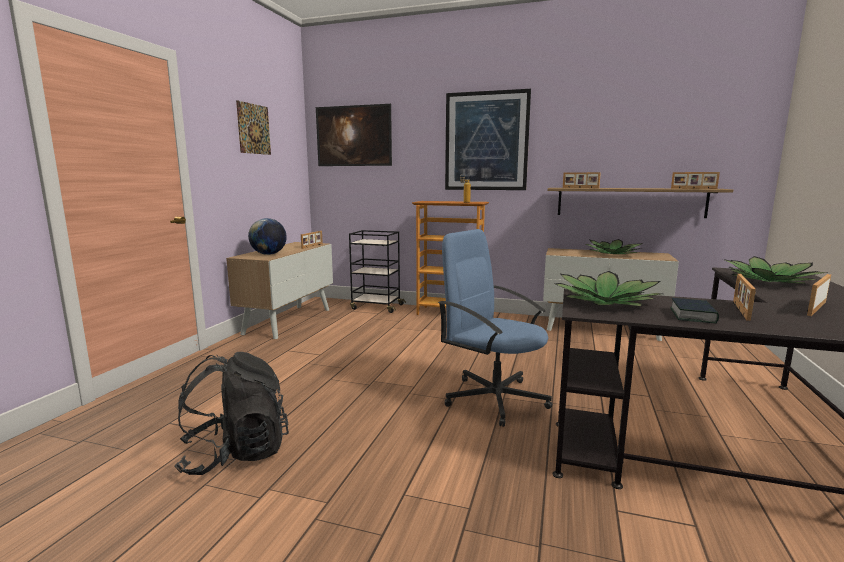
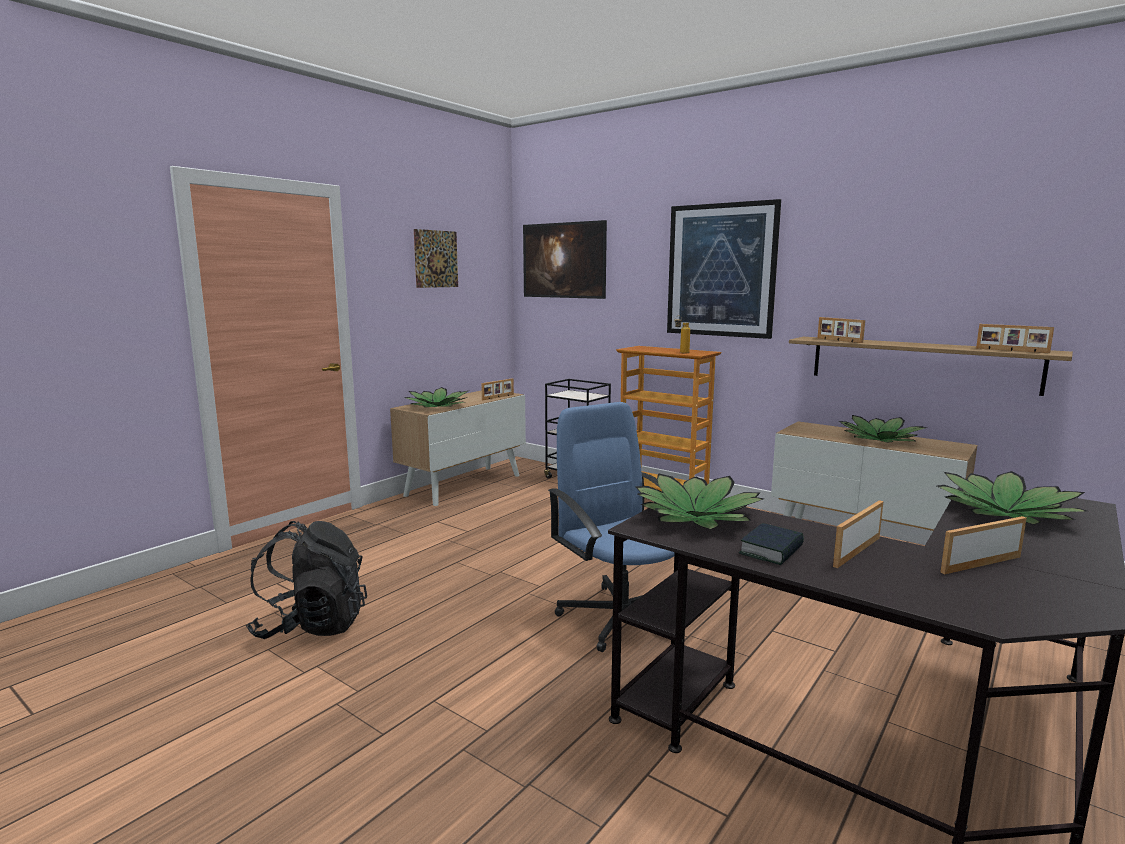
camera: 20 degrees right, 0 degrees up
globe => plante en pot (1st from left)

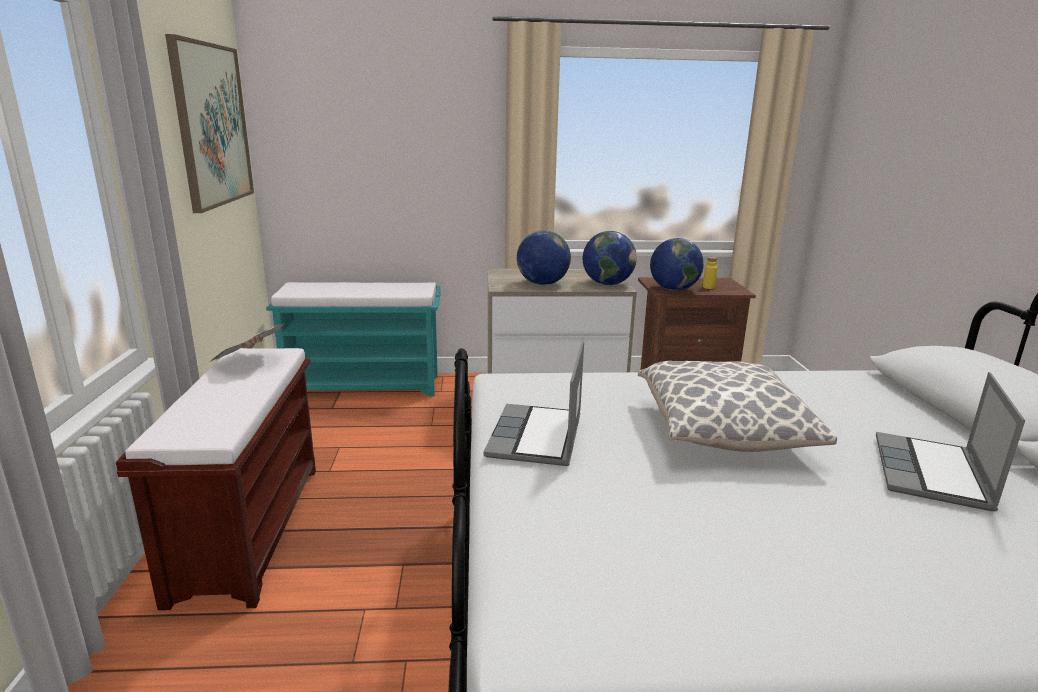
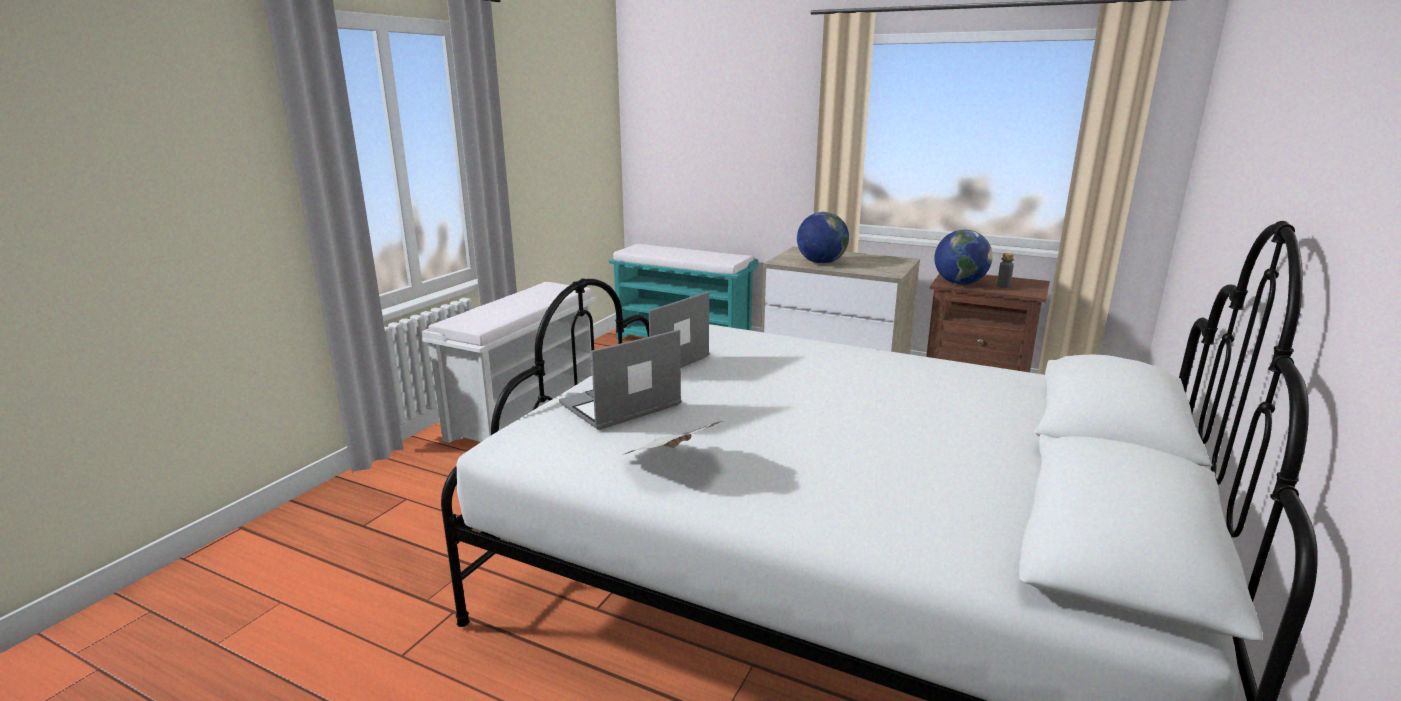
camera: 30 degrees right, 0 degrees up
tableau => nothing
globe (2nd from left) => nothing
coussin => nothing
journal, moved
ordinateur portable (2nd from left in the first image) => ordinateur portable (1st from left), moved
banc/marron => banc/blanc
bouteille/jaune => bouteille/gris

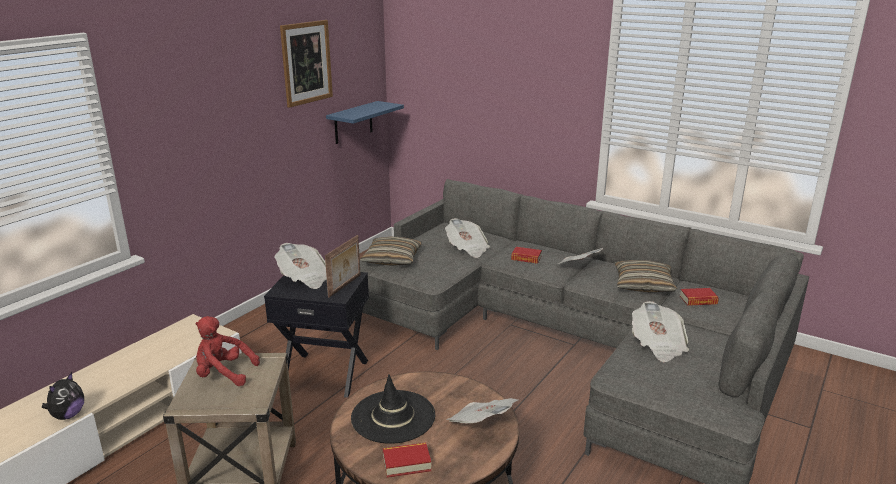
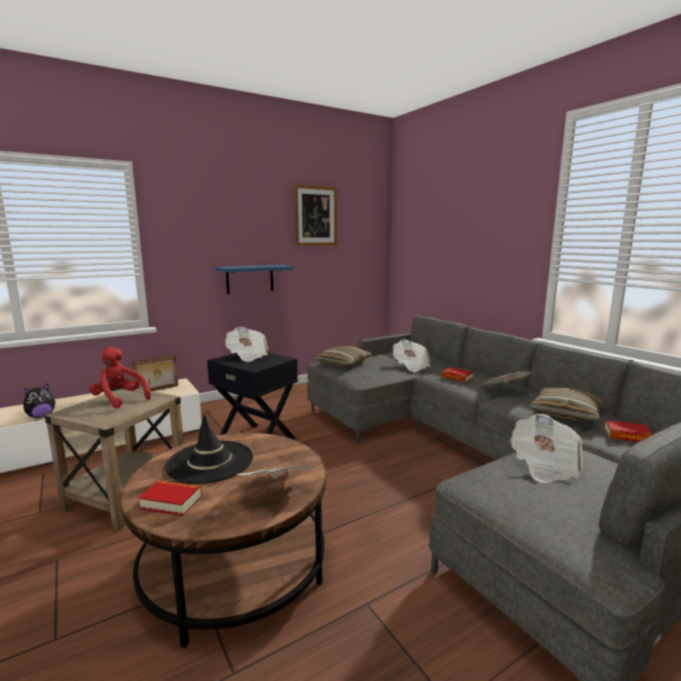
camera: 25 degrees right, 10 degrees down
cadre photo, moved
étagère/bleu, moved

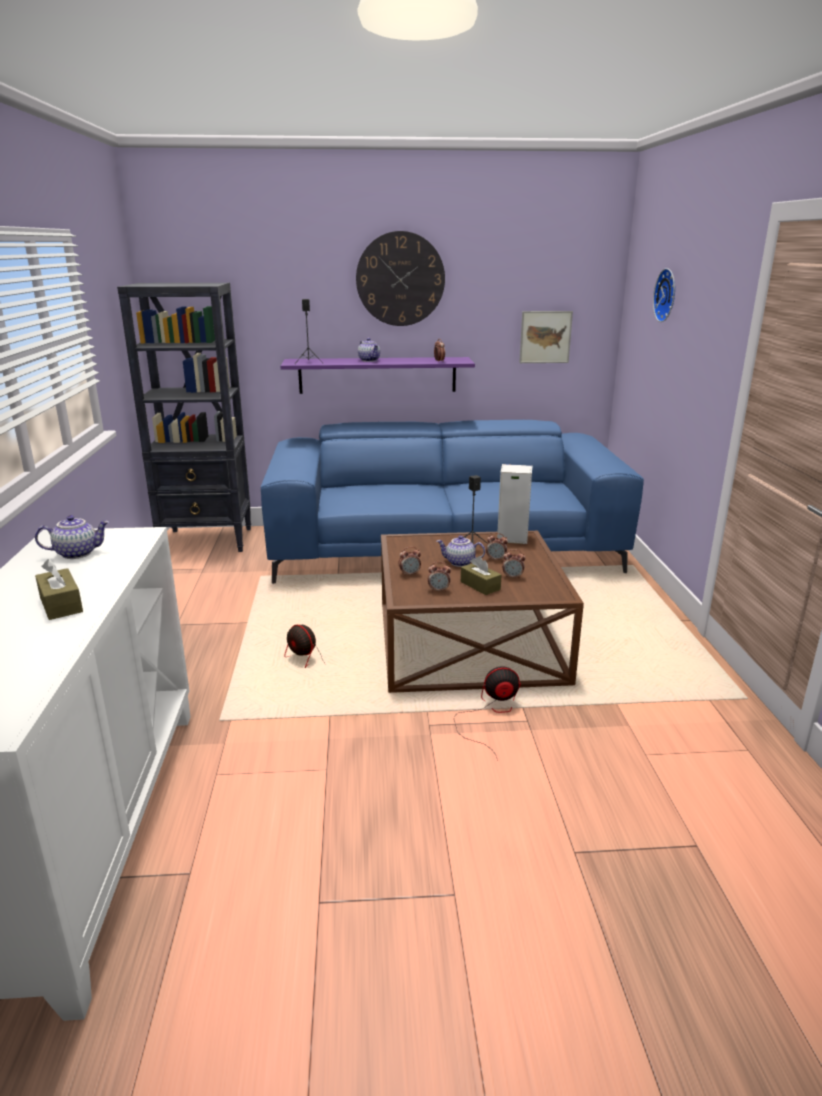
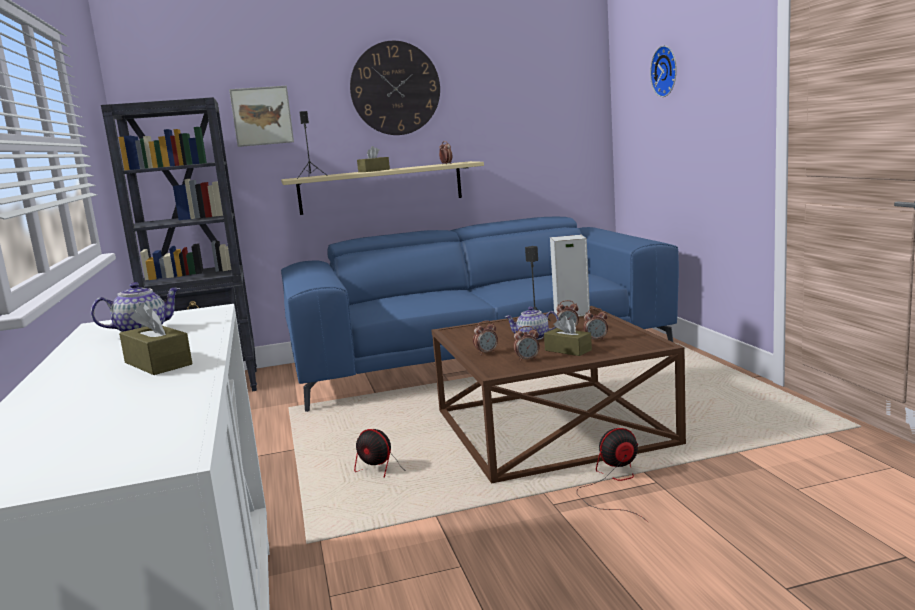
camera: 10 degrees left, 10 degrees down
tableau, moved
théière (2nd from left) => boîte à mouchoirs/marron (2nd from left)
étagère/violet => étagère/beige

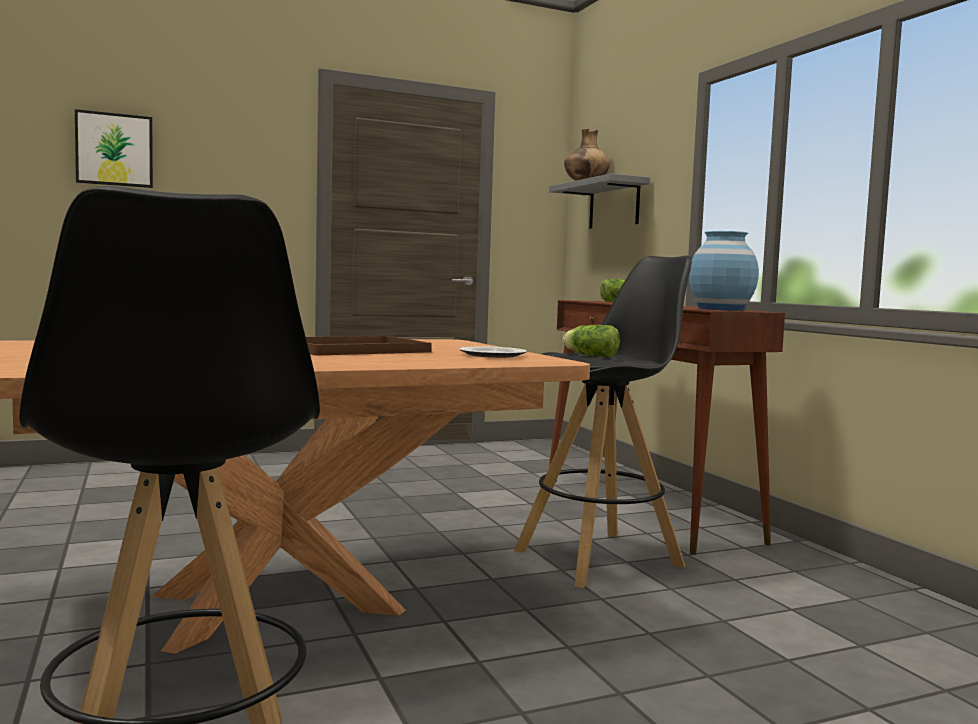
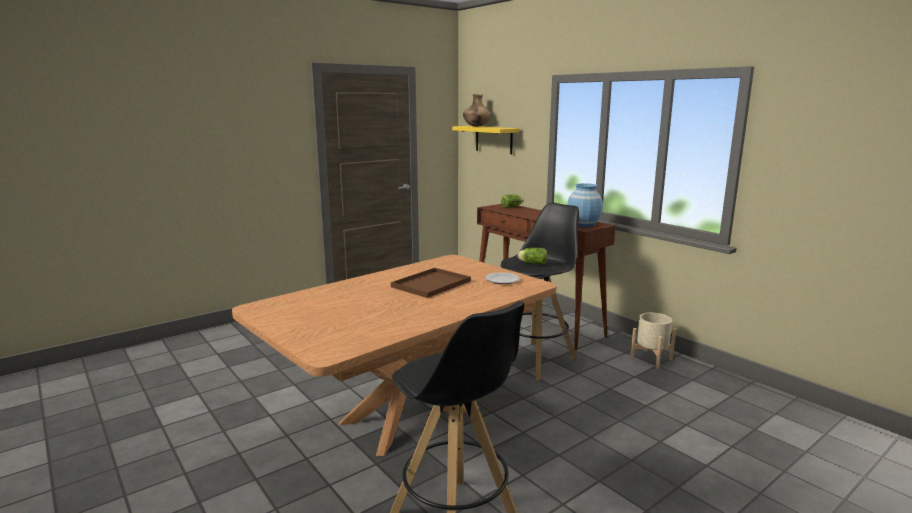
camera: 15 degrees left, 10 degrees up
tableau => nothing
nothing => cache-pot/beige
étagère/gris => étagère/jaune

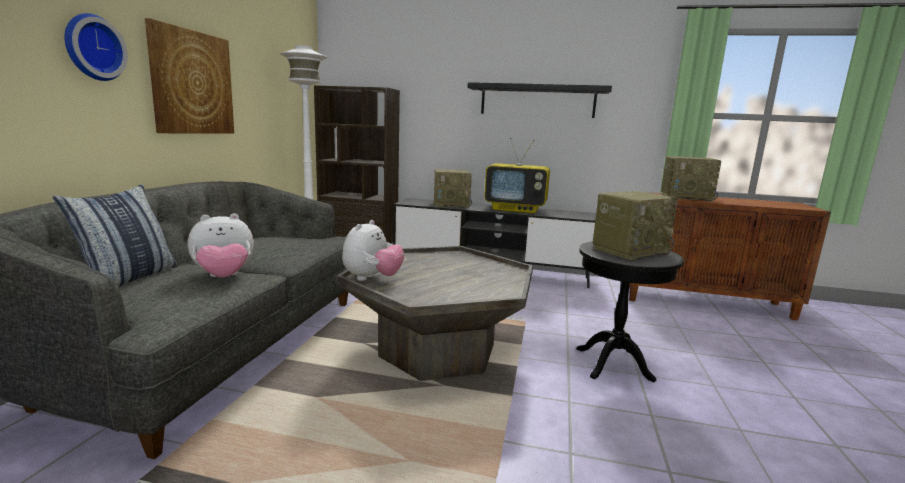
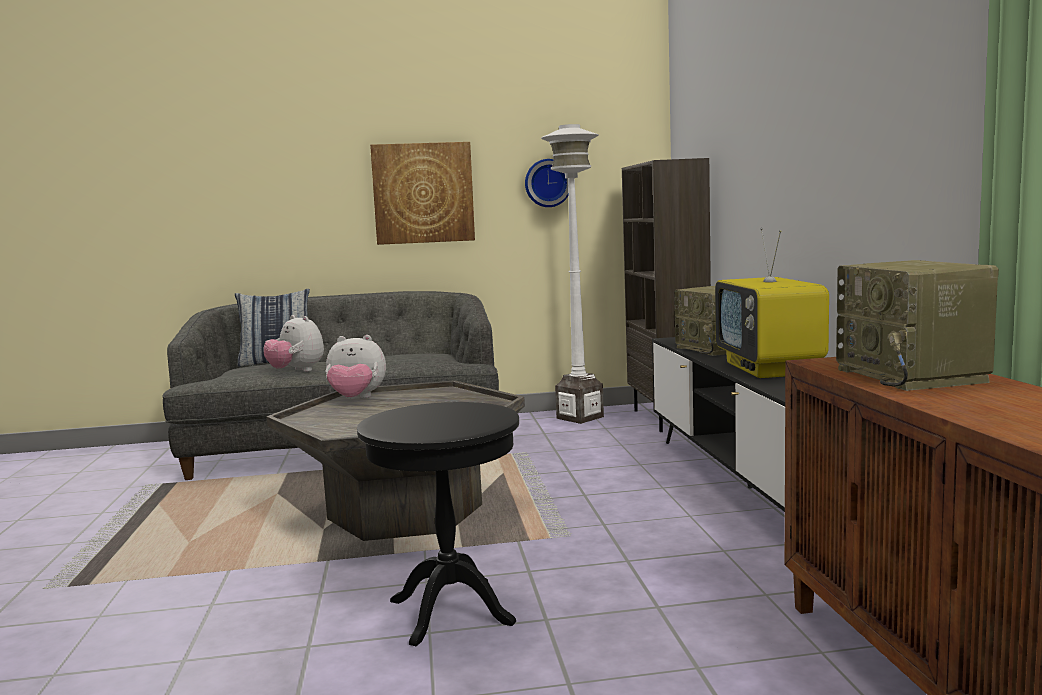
camera: 70 degrees right, 5 degrees down
étagère/noir => nothing
radio (2nd from left) => nothing
horloge murale, moved

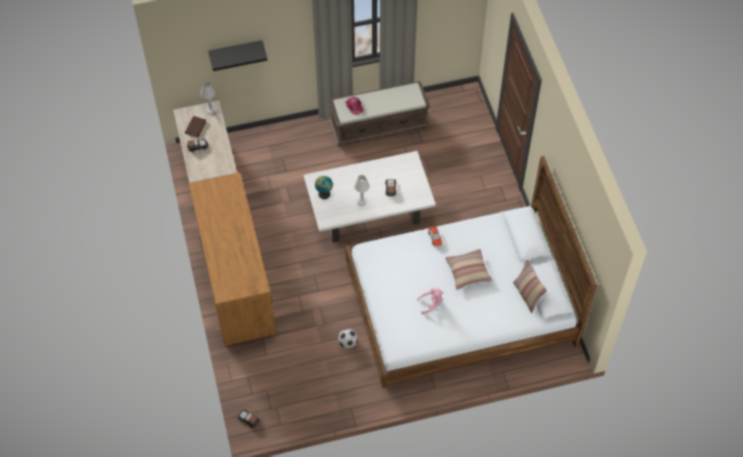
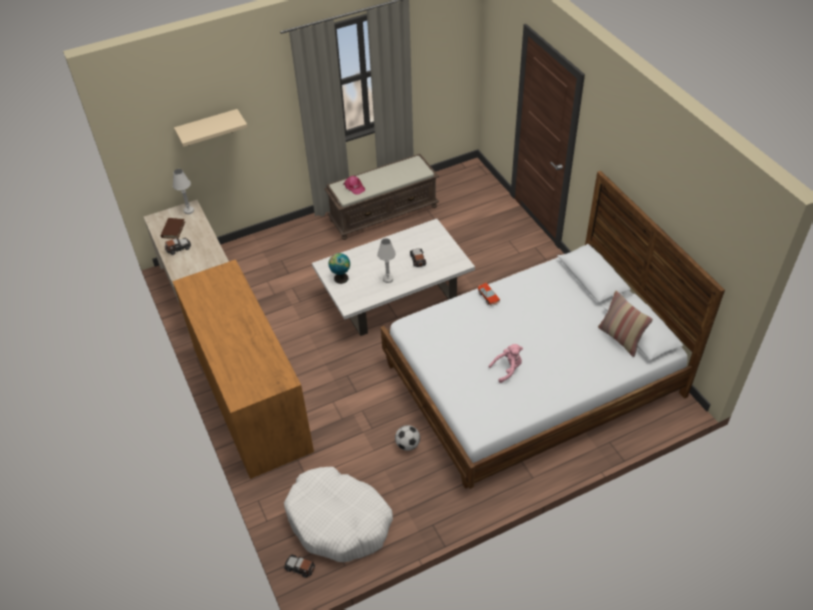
camera: 10 degrees left, 10 degrees down
coussin (1st from left) => nothing
nothing => panier pour chien/blanc
étagère/noir => étagère/beige

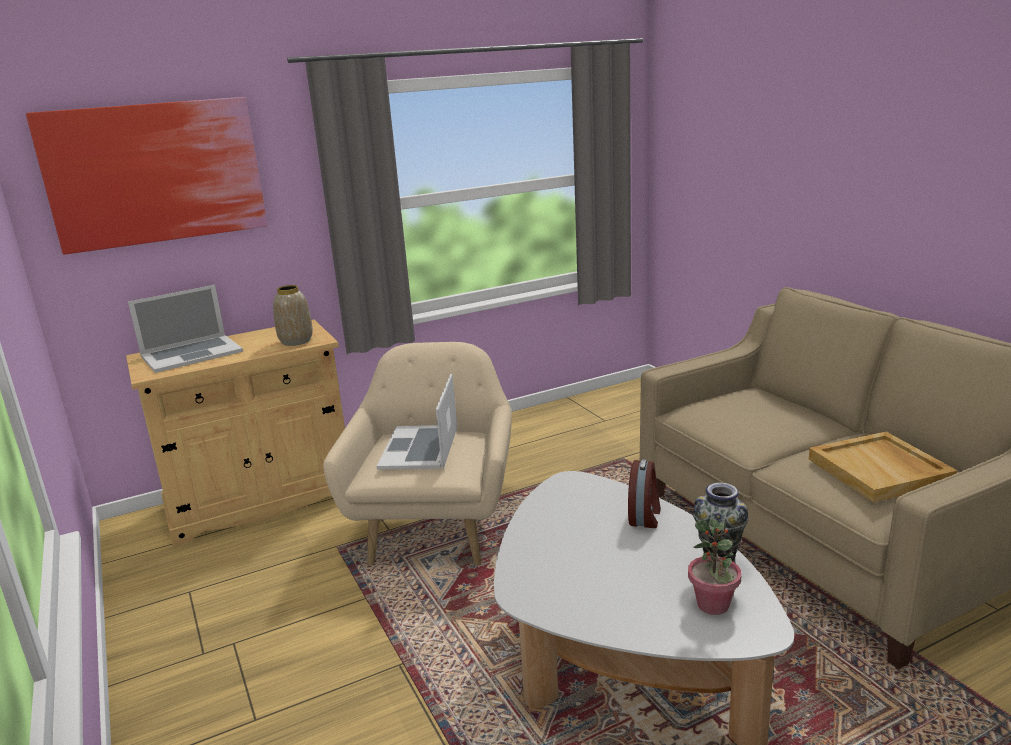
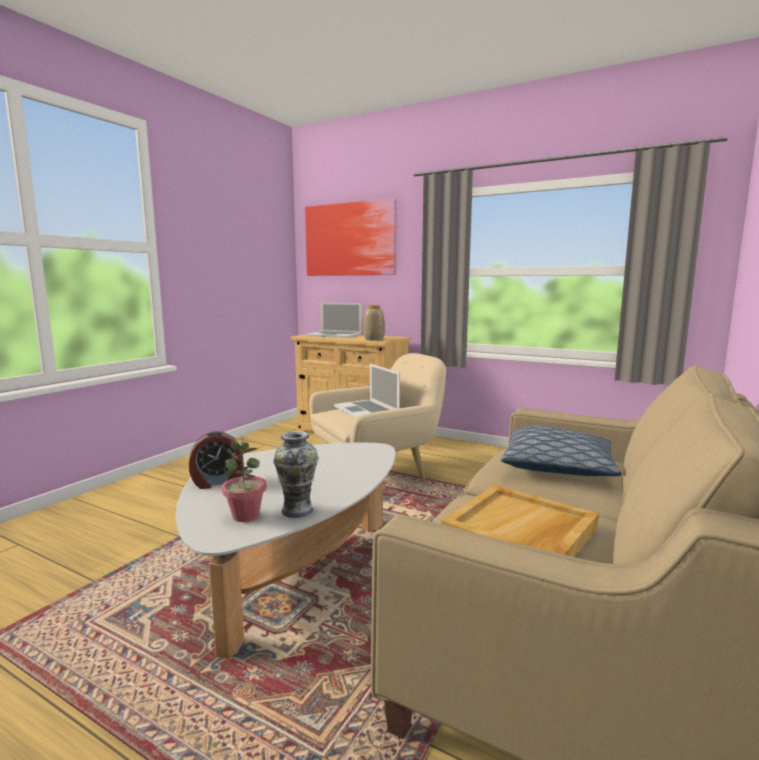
camera: 55 degrees right, 10 degrees down
nothing => coussin
réveil, moved
ordinateur portable (2nd from left), 90 degrees counterclockwise

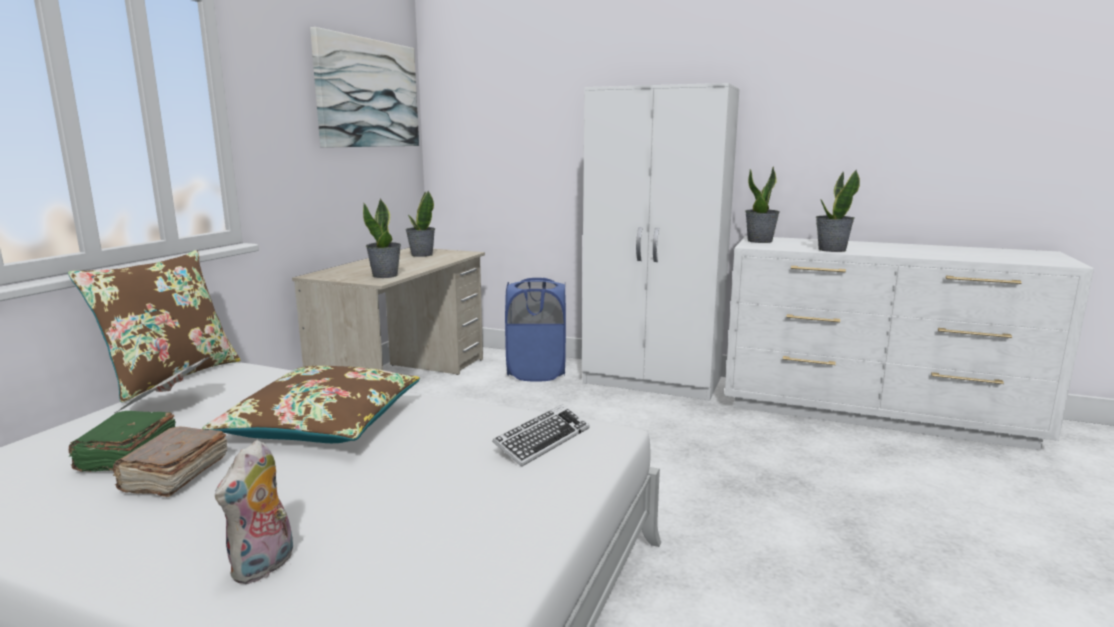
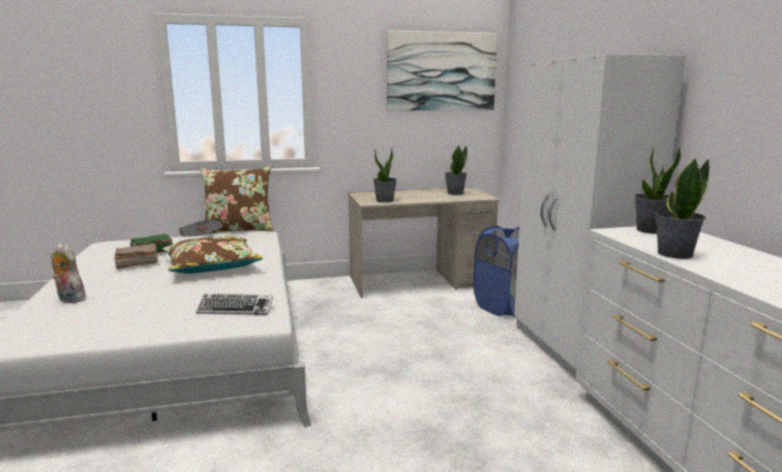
camera: 55 degrees right, 0 degrees up
peluche, 45 degrees clockwise

